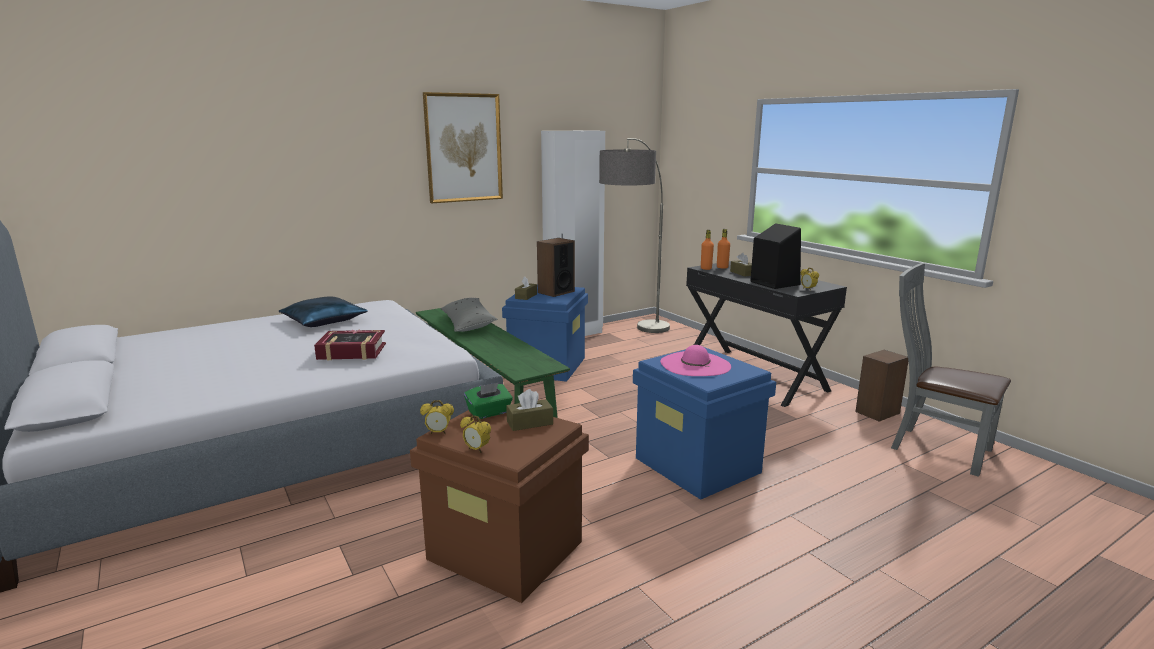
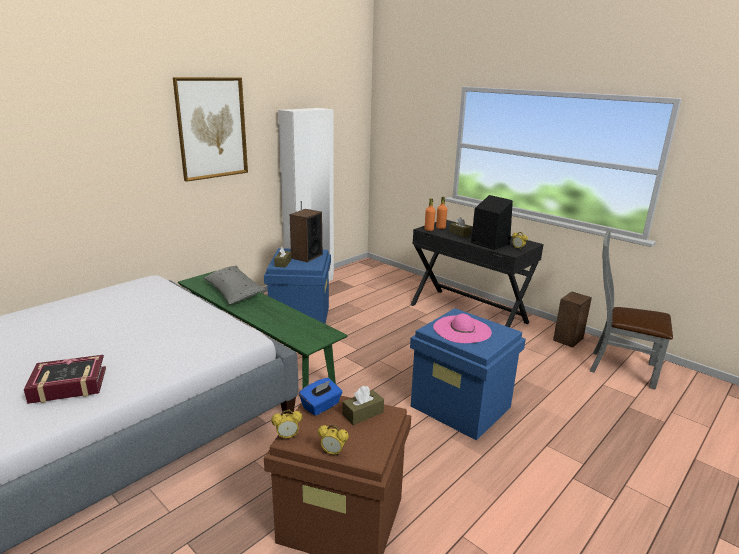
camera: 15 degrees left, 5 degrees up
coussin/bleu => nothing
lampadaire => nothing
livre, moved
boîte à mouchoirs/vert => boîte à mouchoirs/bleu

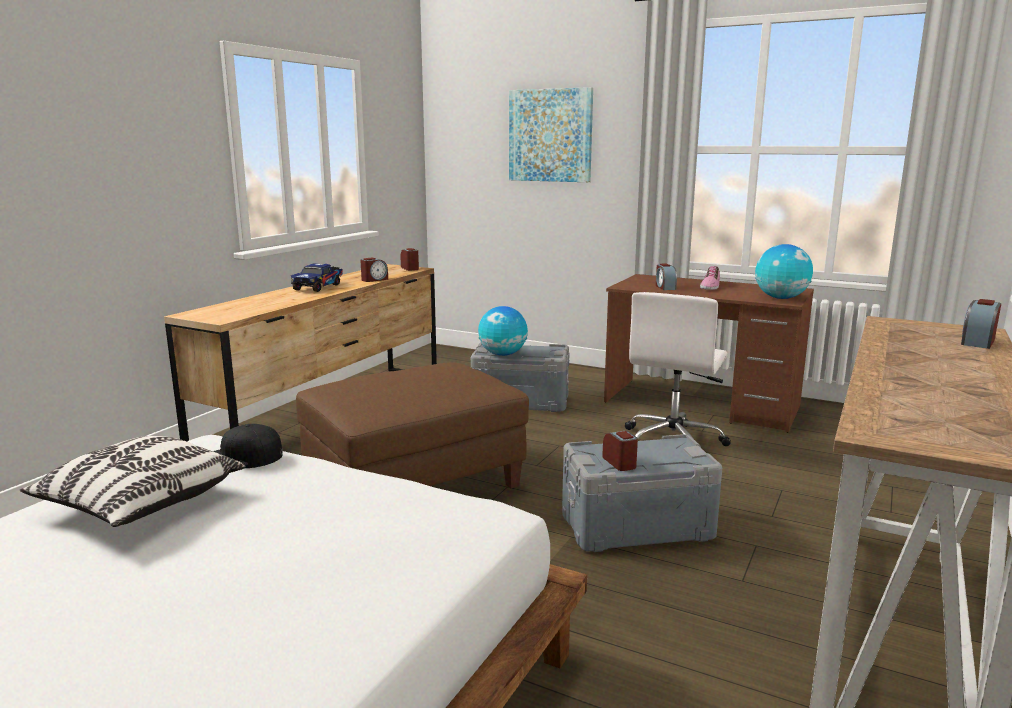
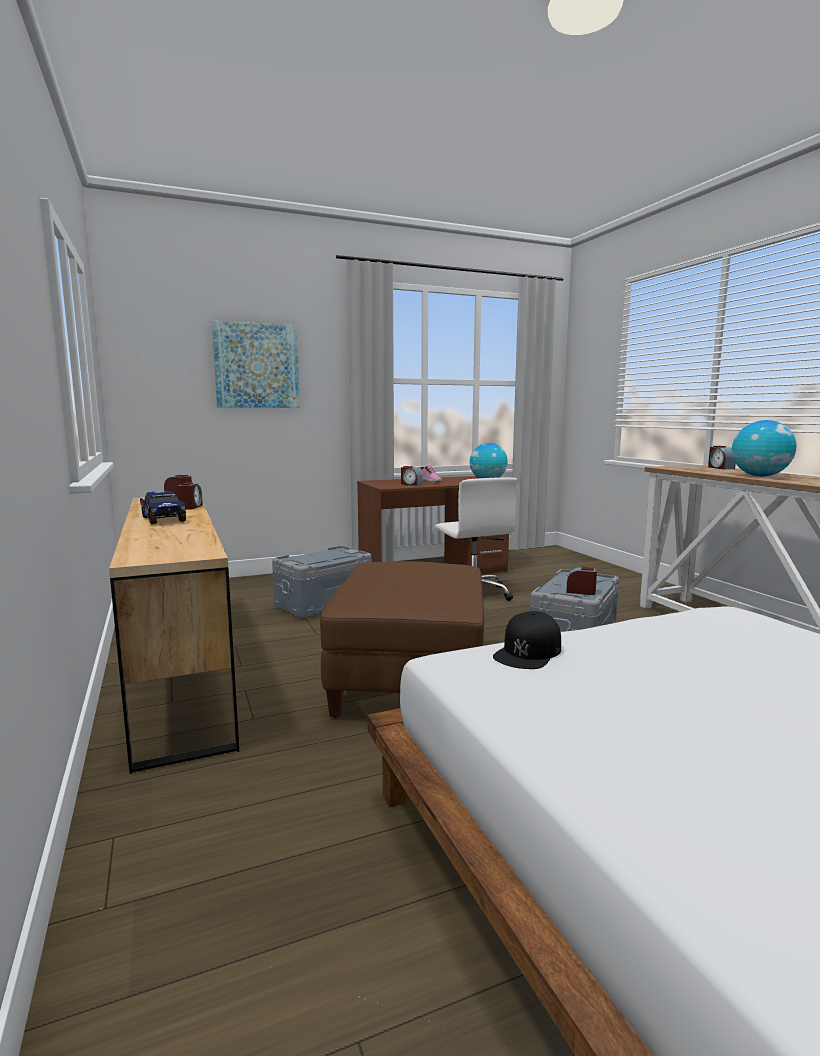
camera: 50 degrees left, 5 degrees down
coussin => nothing
globe (1st from left in the first image) => globe (2nd from left), moved

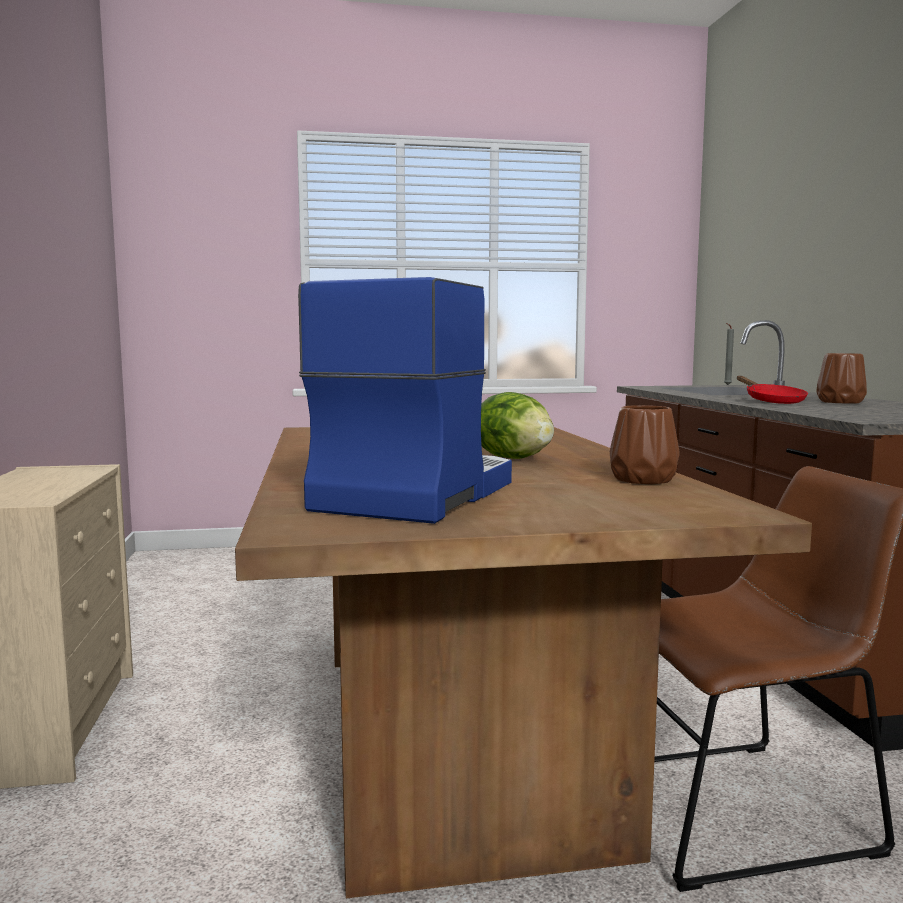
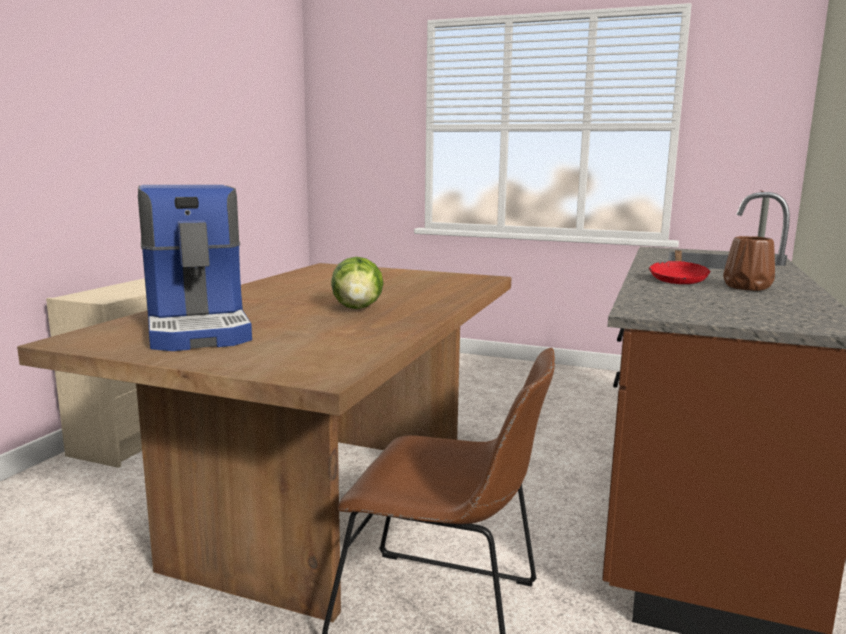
camera: 30 degrees right, 5 degrees up
vase/marron (1st from left) => nothing
machine à café, 105 degrees clockwise

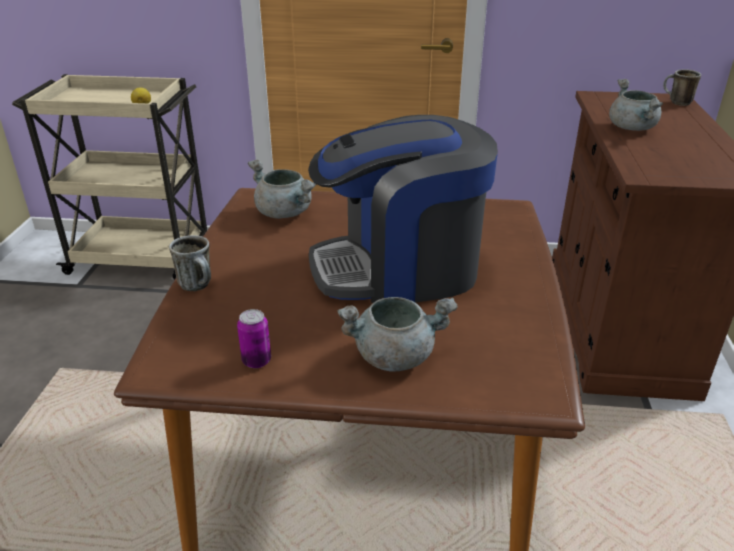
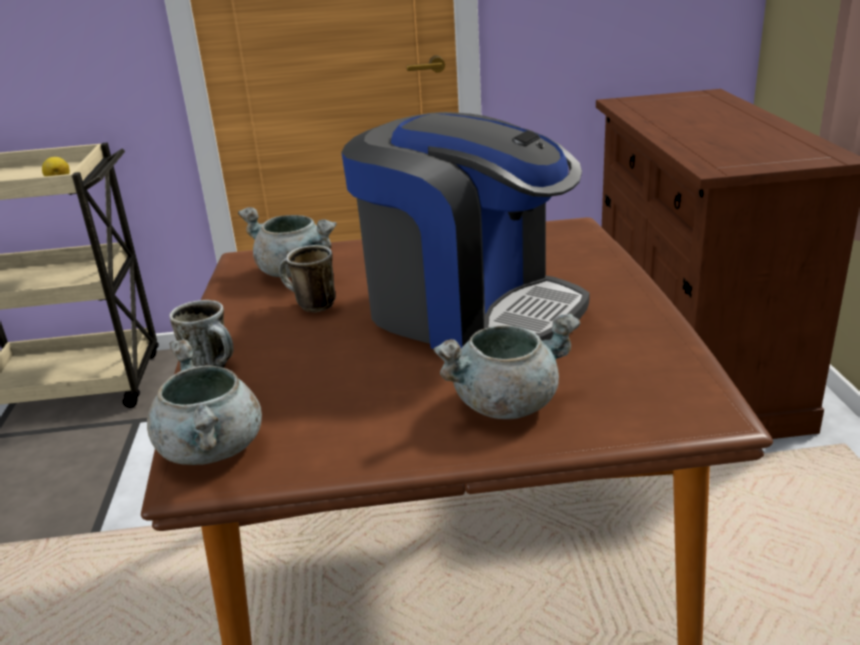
camera: 10 degrees left, 5 degrees down
boîte métallique => nothing
marmite/gris (3rd from left in the first image) => marmite/gris (1st from left), moved
mug (2nd from left), moved
machine à café, 120 degrees counterclockwise

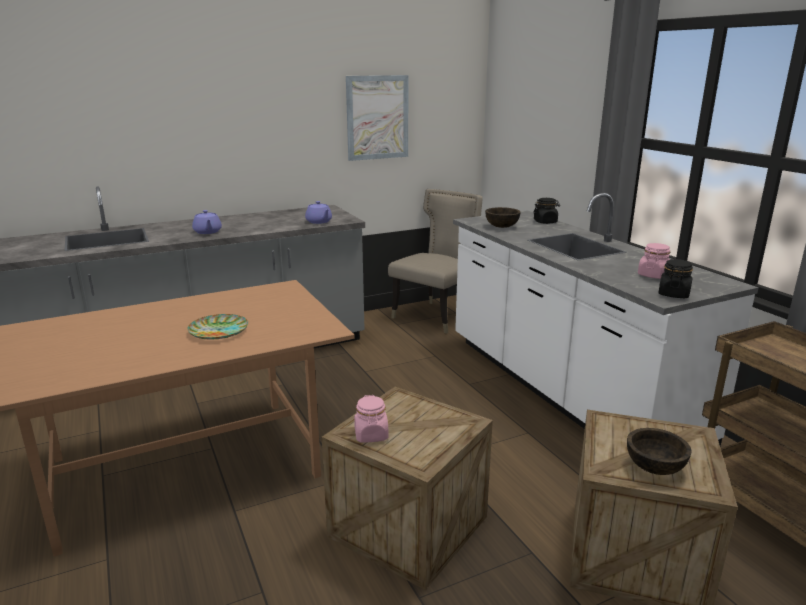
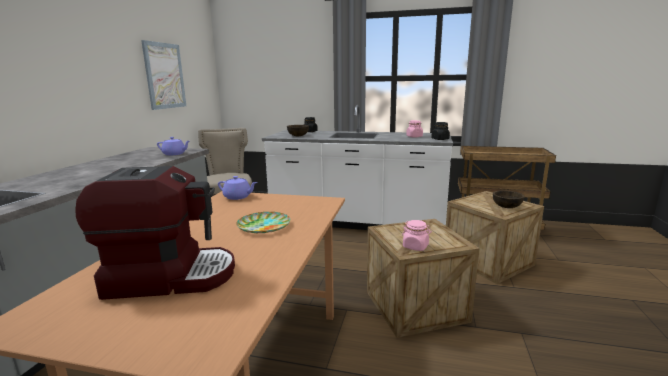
camera: 50 degrees left, 5 degrees down
nothing => machine à café
théière/violet (1st from left in the first image) => théière/violet (2nd from left), moved

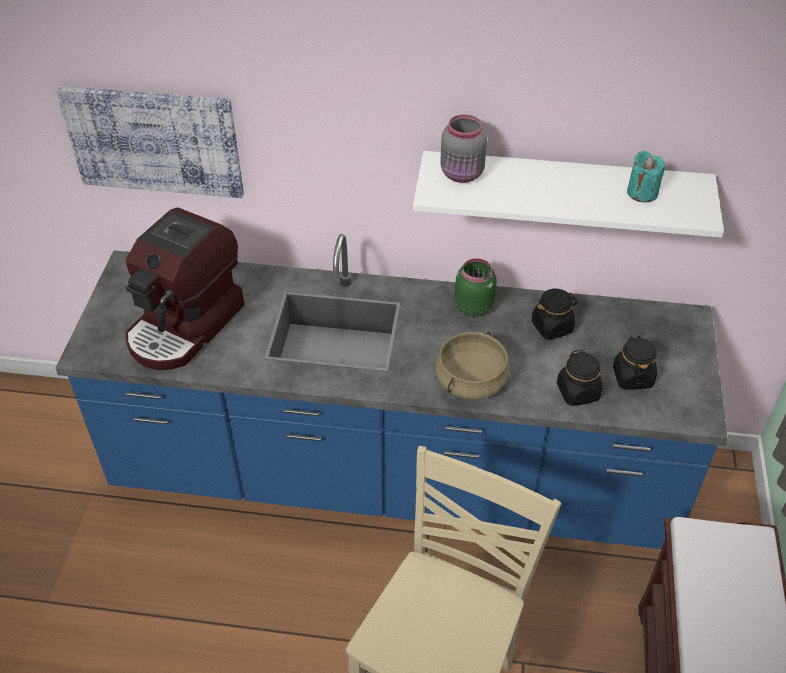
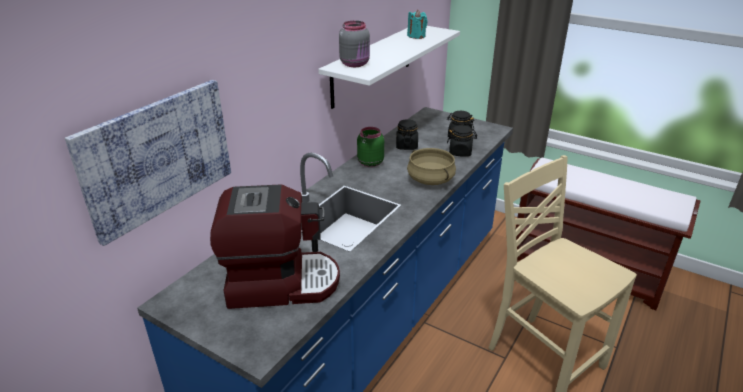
camera: 65 degrees left, 15 degrees down
machine à café, 60 degrees counterclockwise

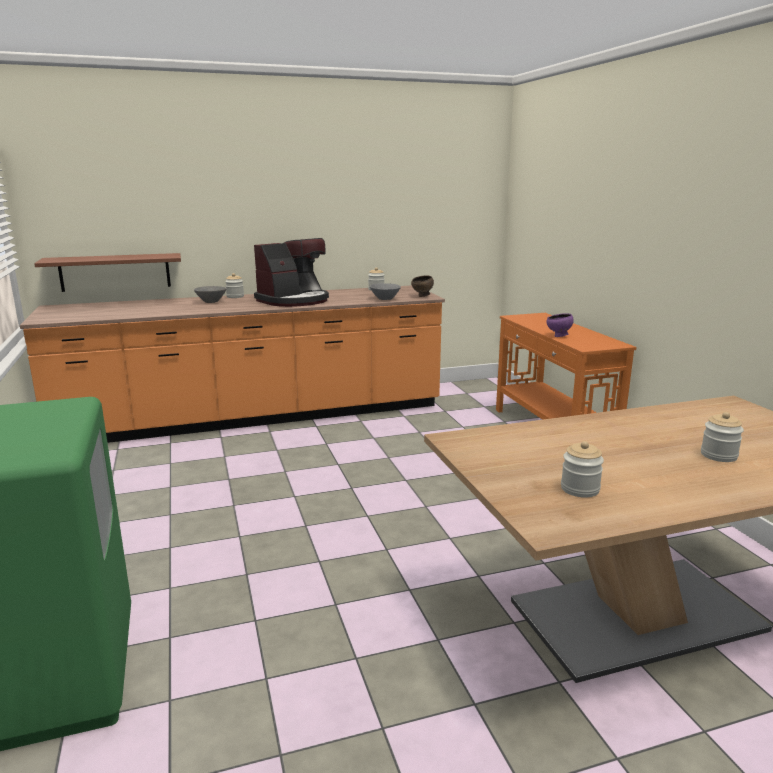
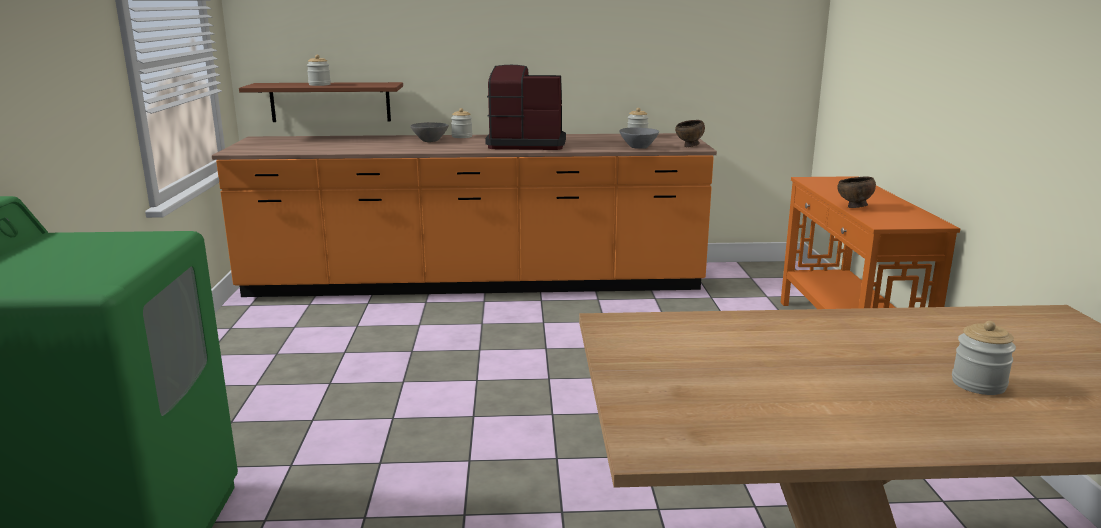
camera: 15 degrees right, 0 degrees up
bocal (3rd from left in the first image) => bocal (1st from left), moved
bol/violet => bol/marron (2nd from left)
machine à café, 150 degrees counterclockwise

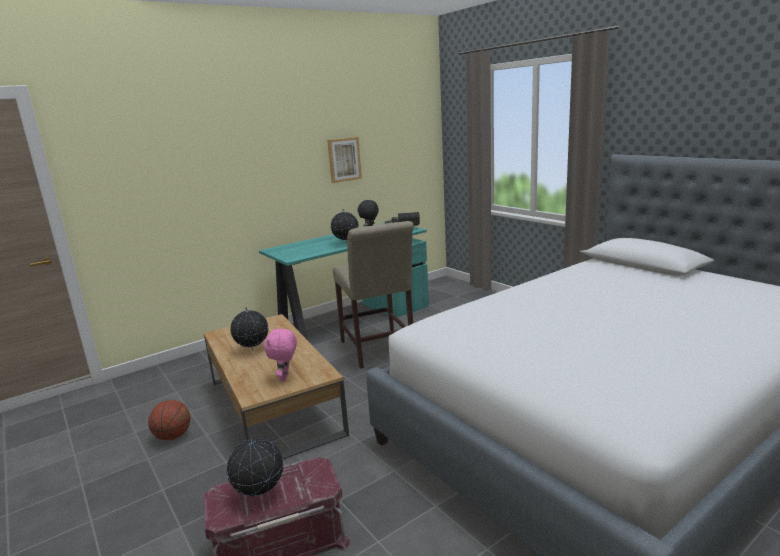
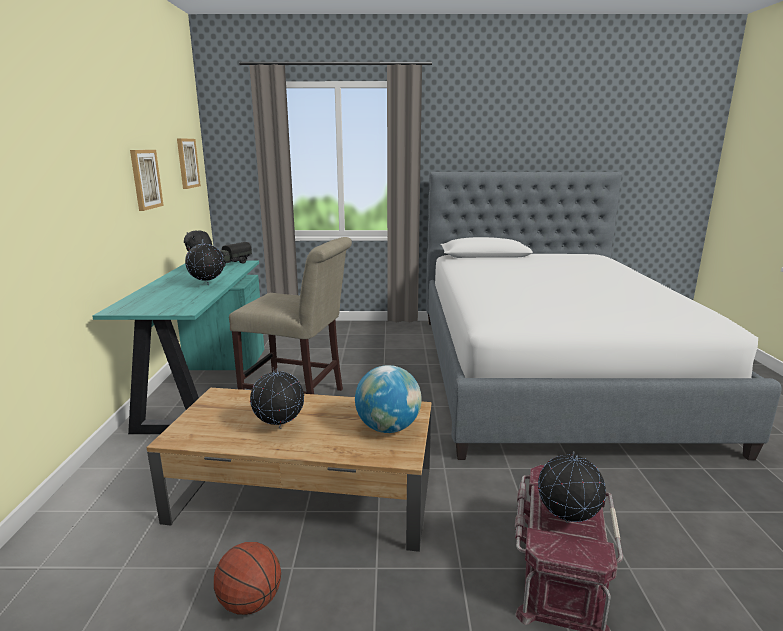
camera: 55 degrees left, 0 degrees up
nothing => tableau (2nd from left)
peluche/rose => globe (3rd from left)

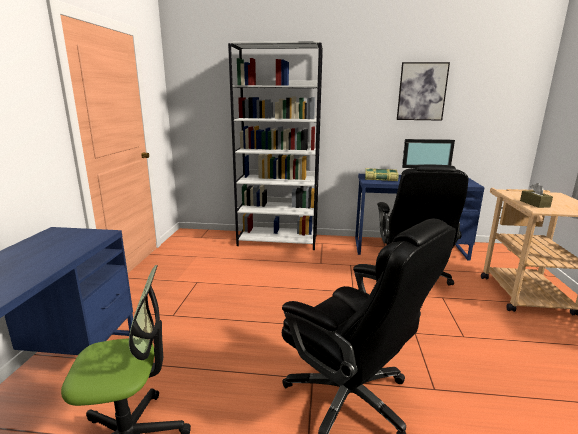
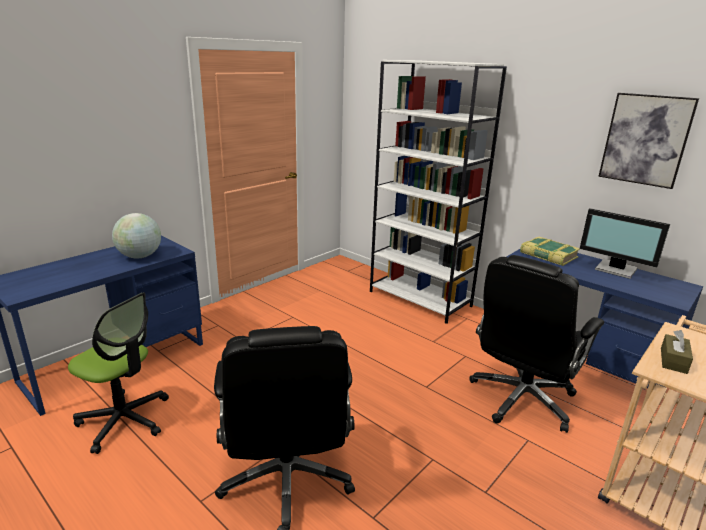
camera: 35 degrees right, 5 degrees up
nothing => globe

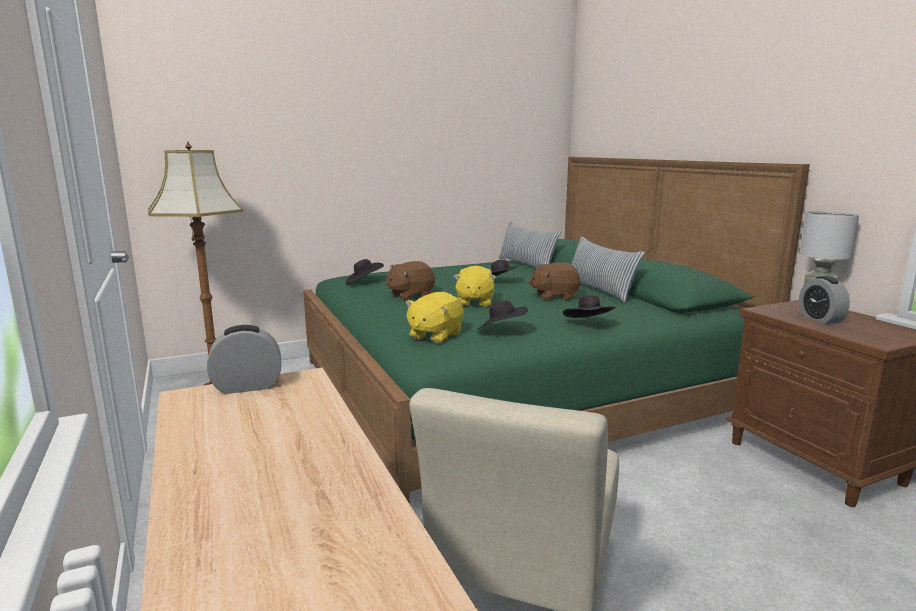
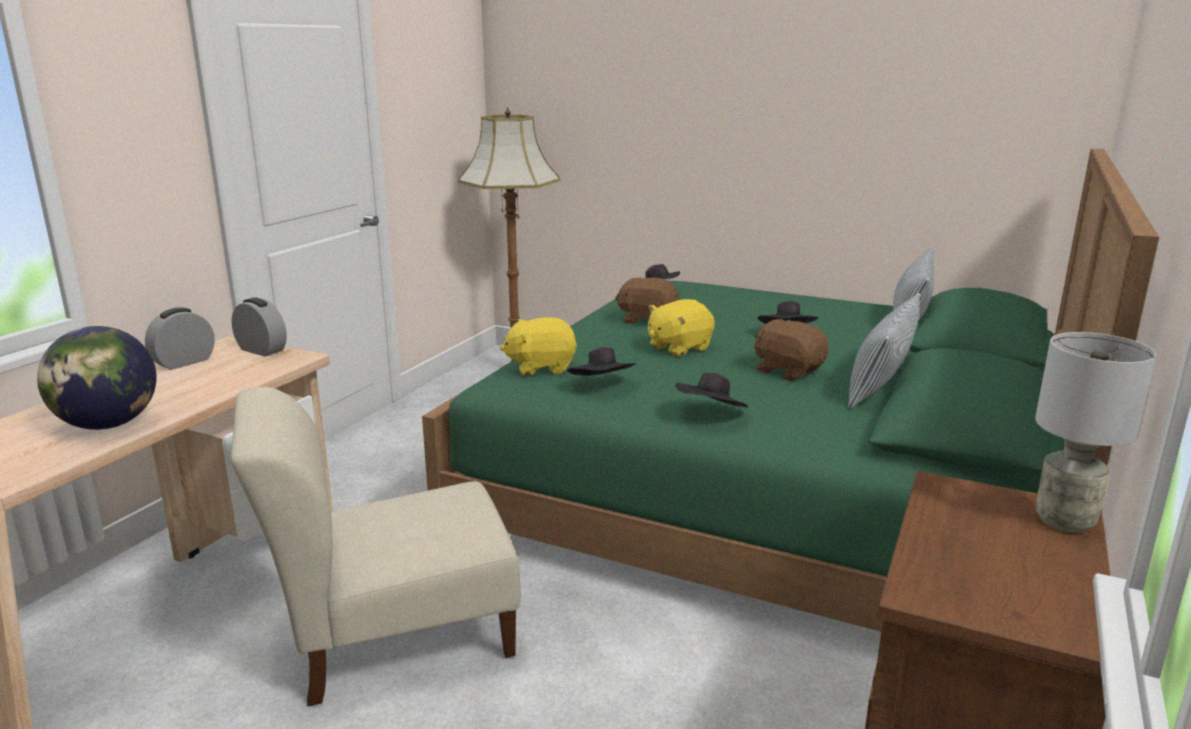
camera: 50 degrees right, 5 degrees up
nothing => globe
réveil (2nd from left in the first image) => réveil (1st from left), moved

